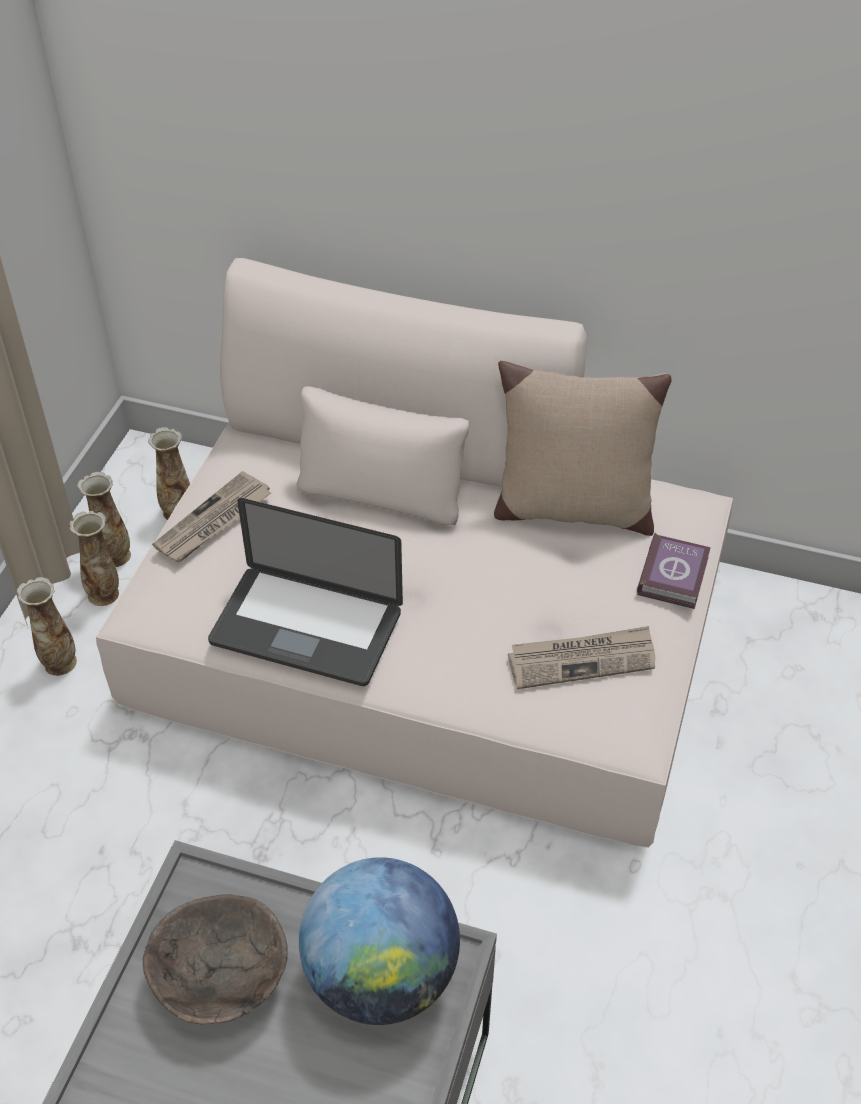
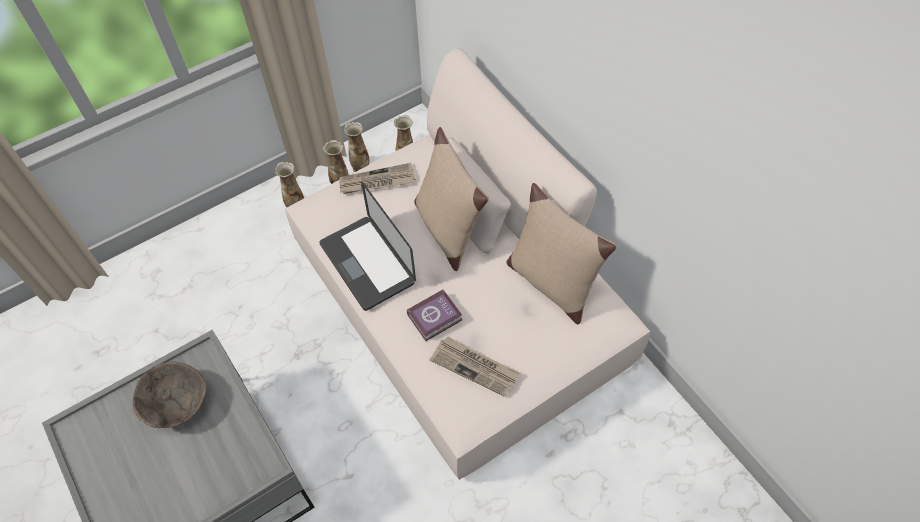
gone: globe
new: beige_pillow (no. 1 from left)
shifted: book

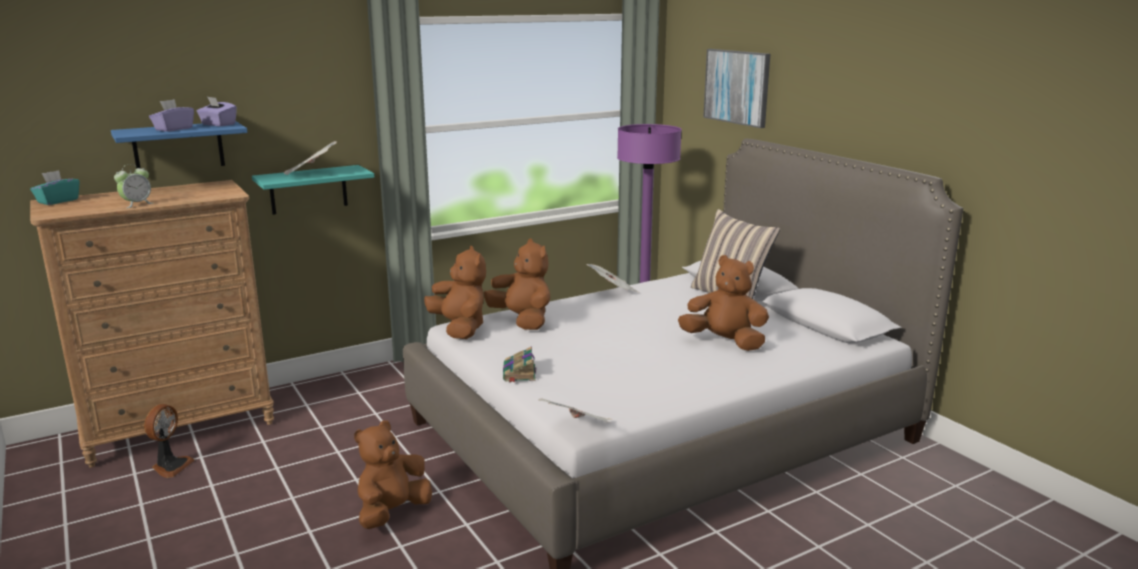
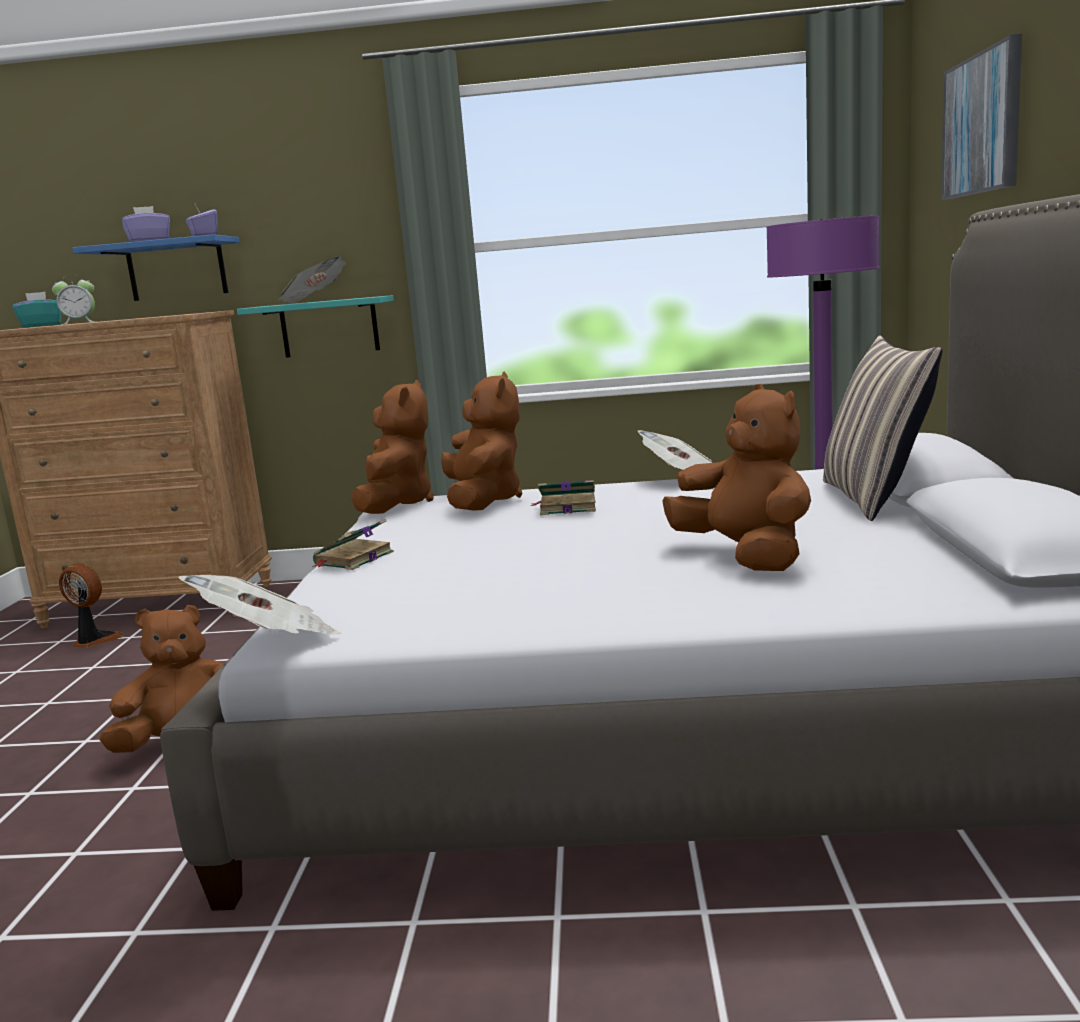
new: book (no. 2 from left)
rotated: fan 120 degrees counterclockwise

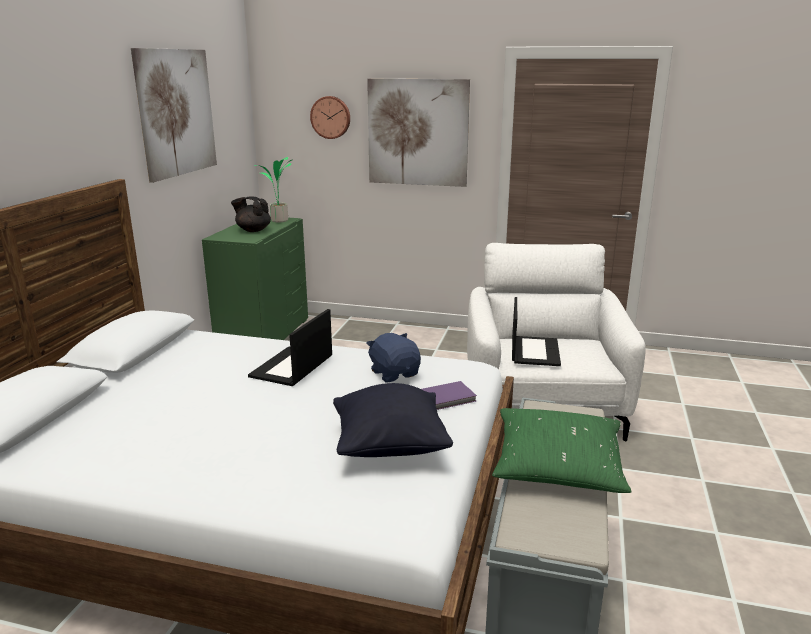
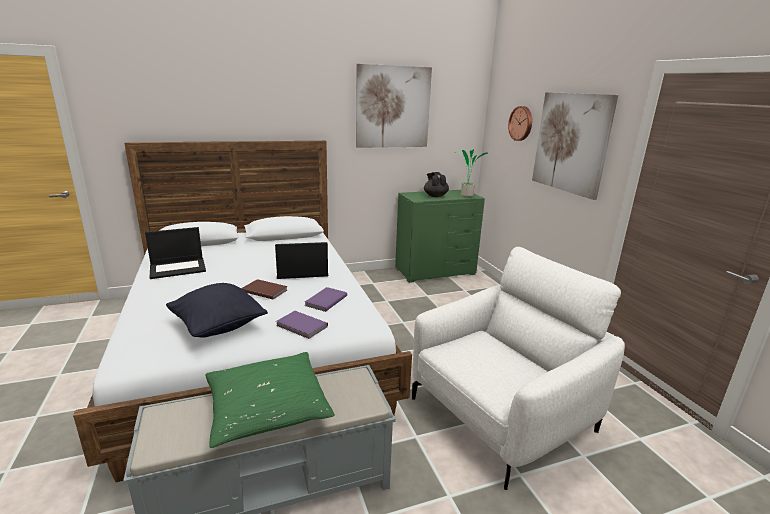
new: brown_book
shifted: laptop (no. 2 from left in the first image) to laptop (no. 1 from left)
swapped: blue_plush_toy to purple_book (no. 2 from left)

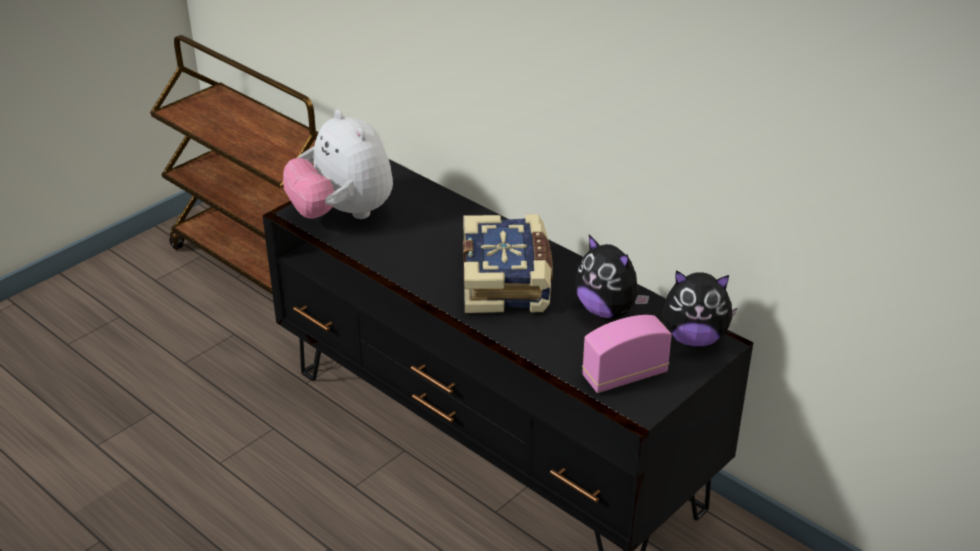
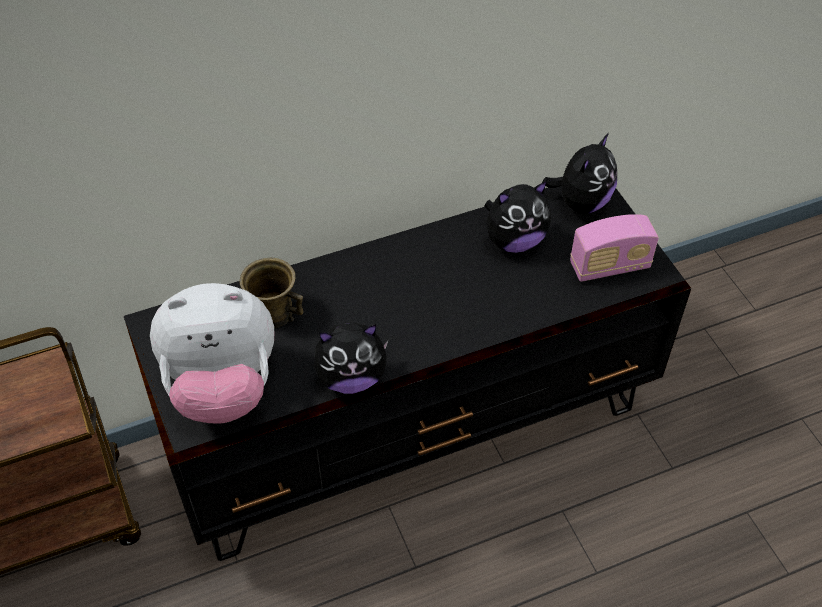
gone: book
new: brown_mug; plush_toy (no. 2 from left)
rotated: radio 105 degrees counterclockwise

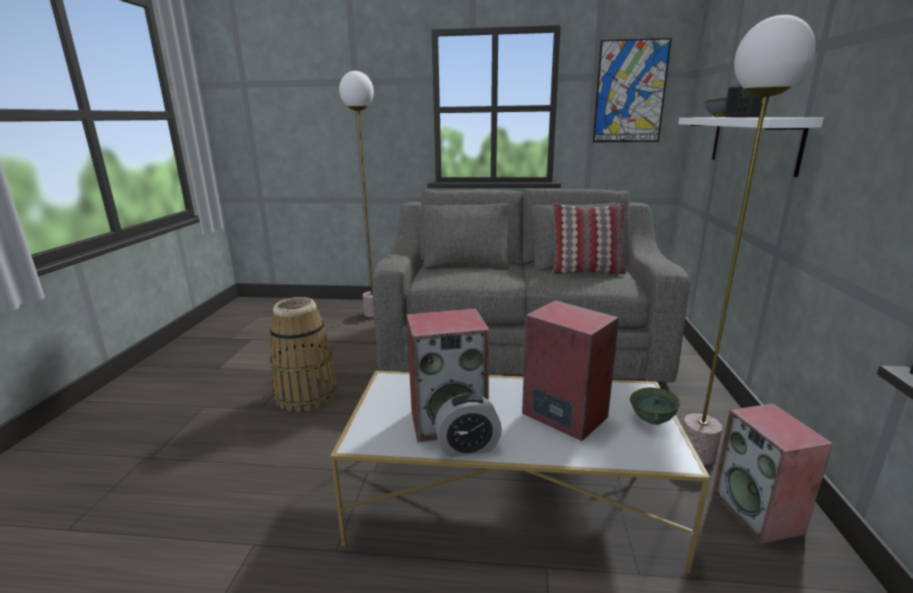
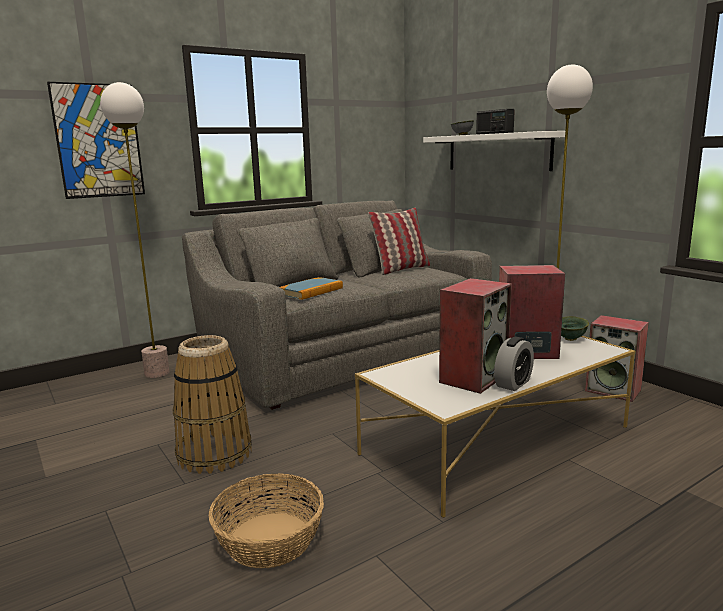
new: basket (no. 2 from left); book
shifted: picture

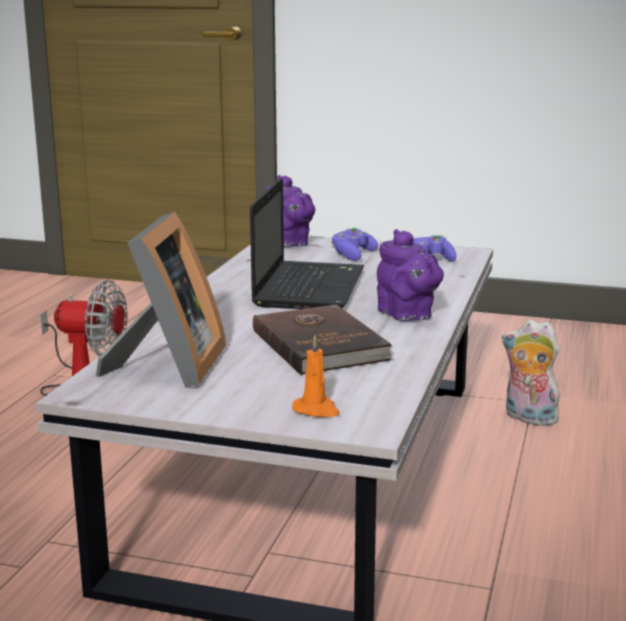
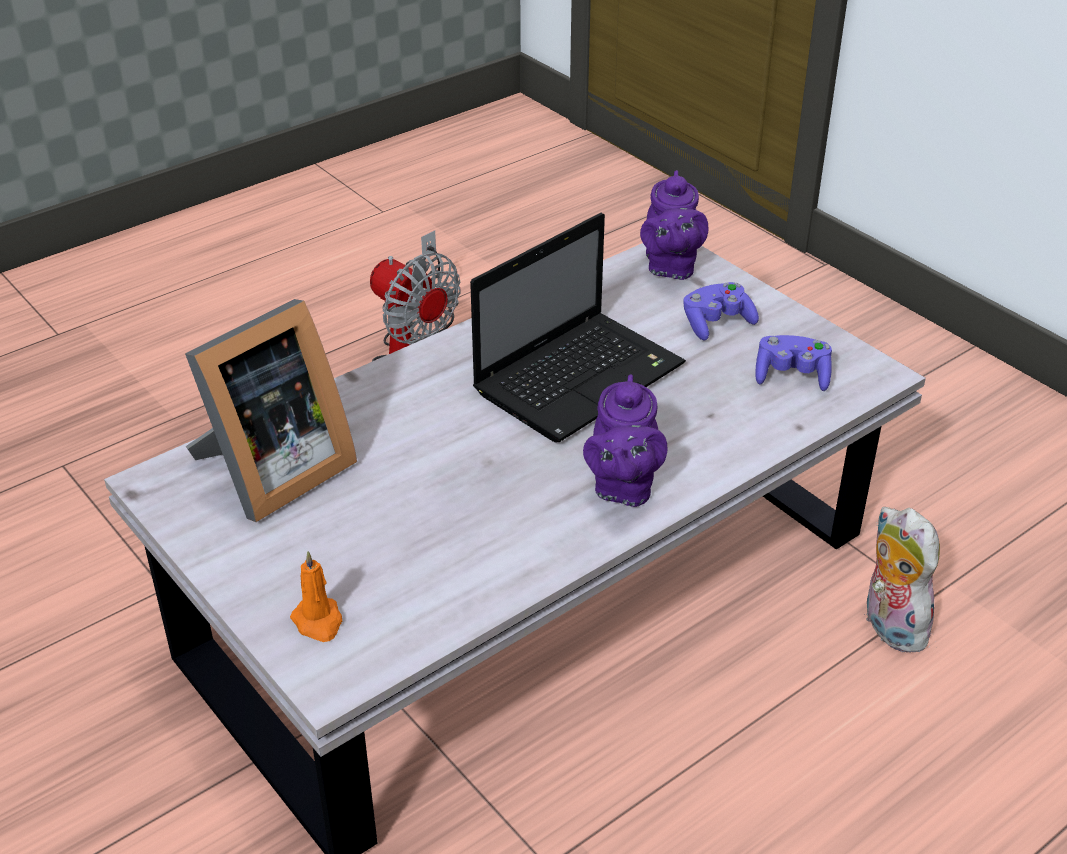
gone: brown_book

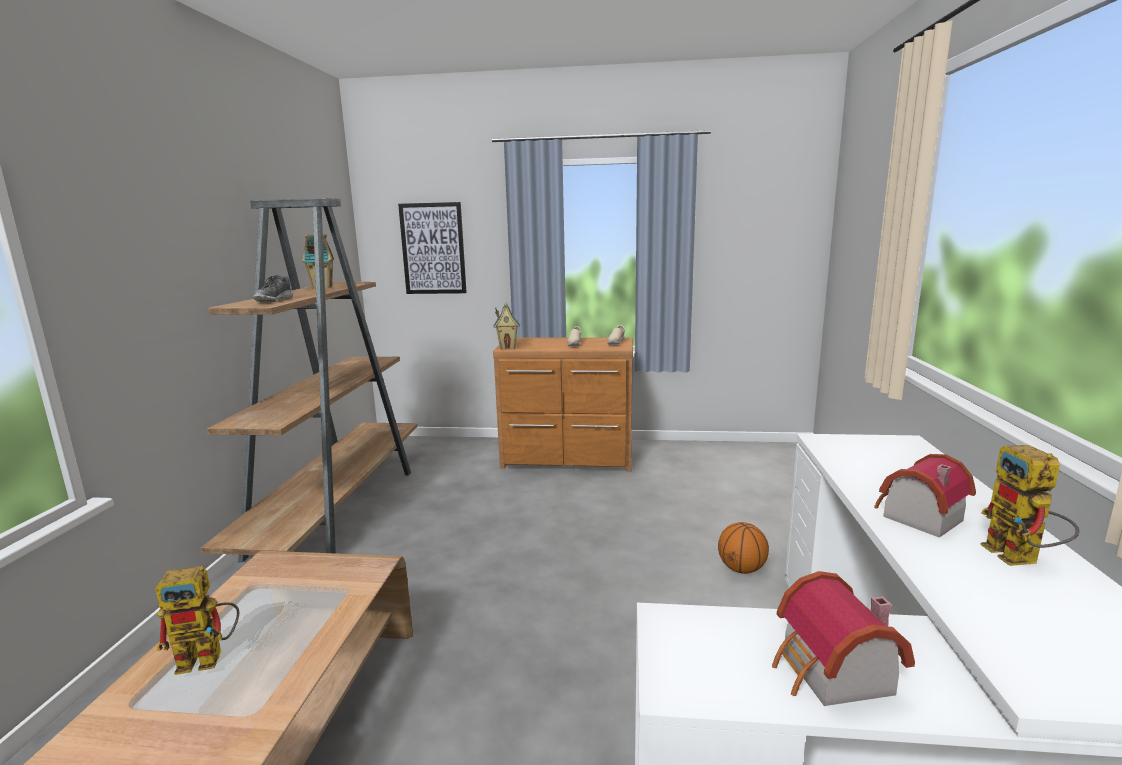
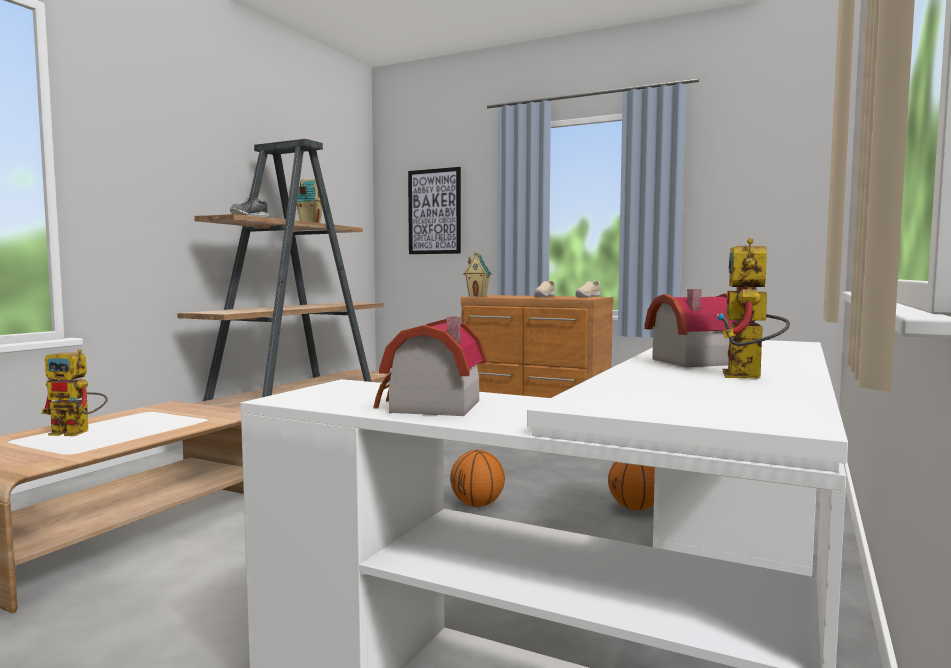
new: basketball (no. 1 from left)

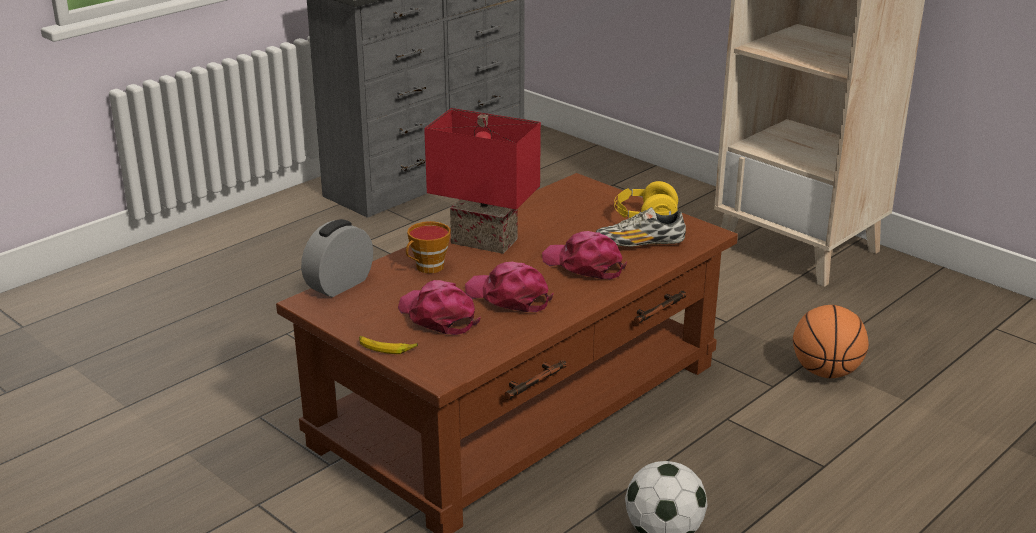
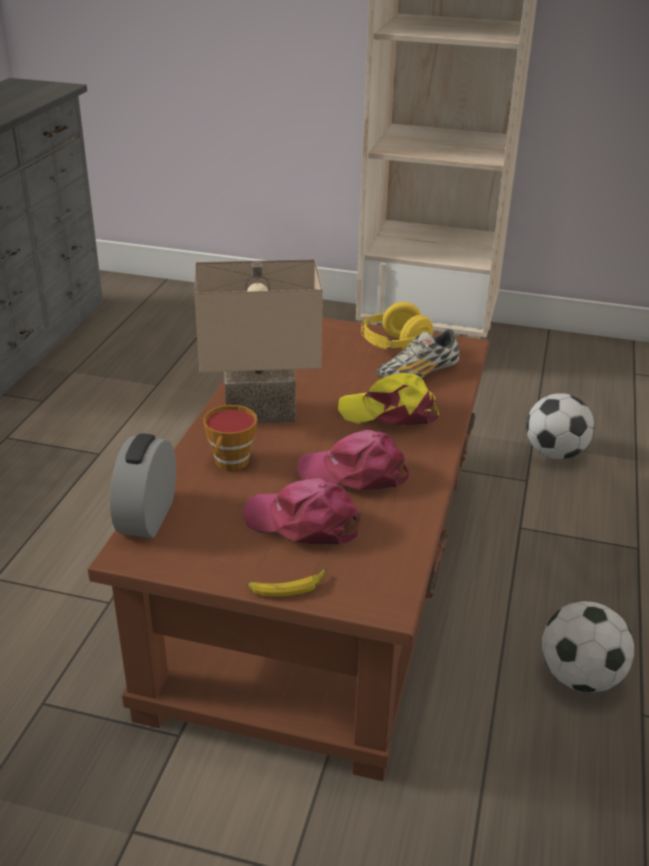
swapped: basketball to football (no. 1 from left)
repainted: red_table_lamp to beige_table_lamp; pink_cap (no. 3 from left) to yellow_cap

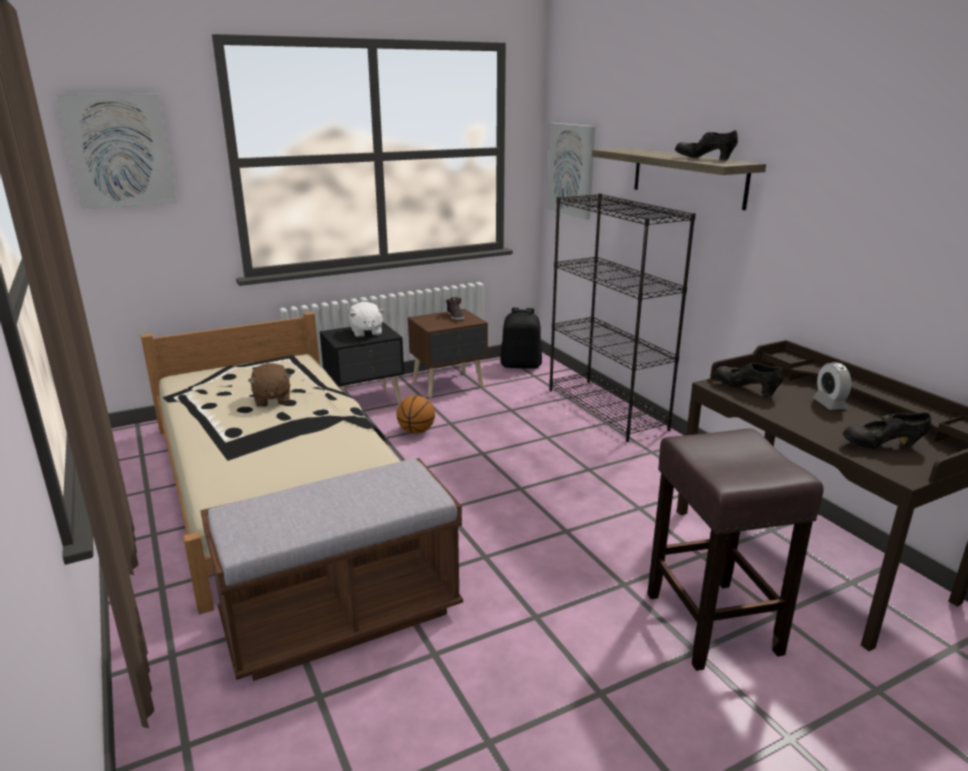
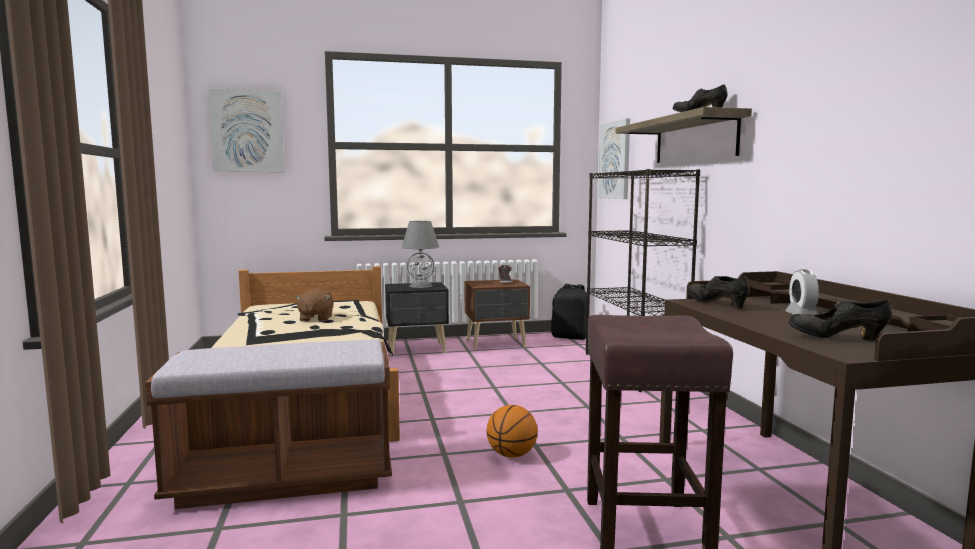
shifted: basketball
swapped: white_plush_toy to grey_table_lamp

